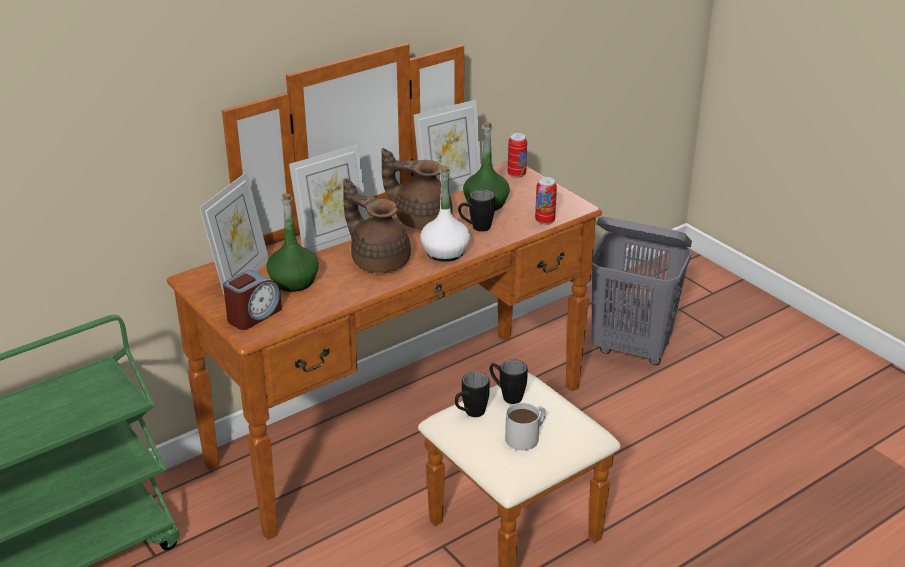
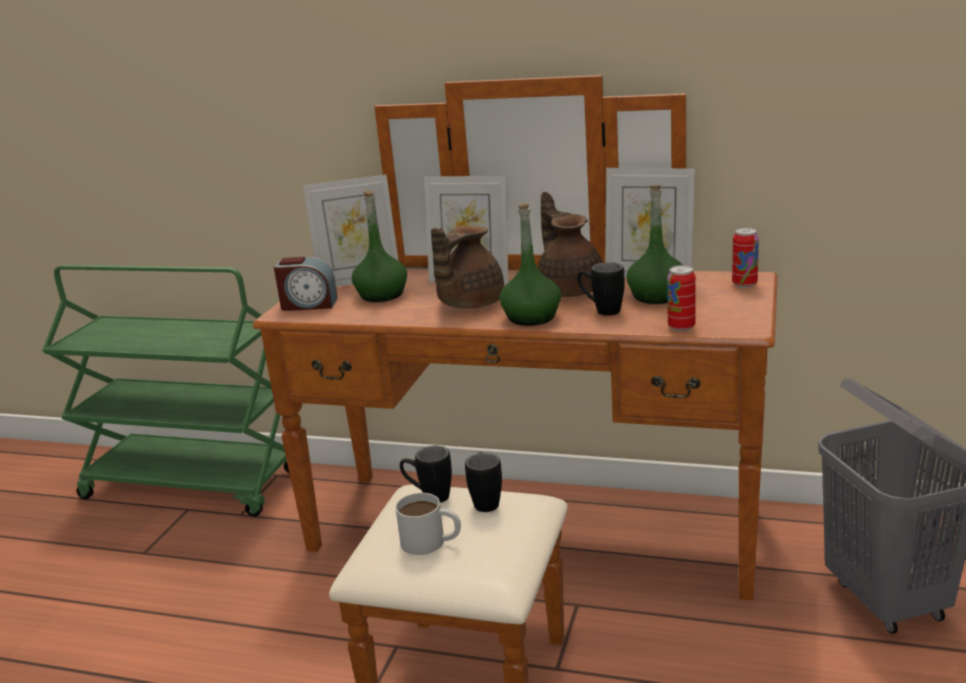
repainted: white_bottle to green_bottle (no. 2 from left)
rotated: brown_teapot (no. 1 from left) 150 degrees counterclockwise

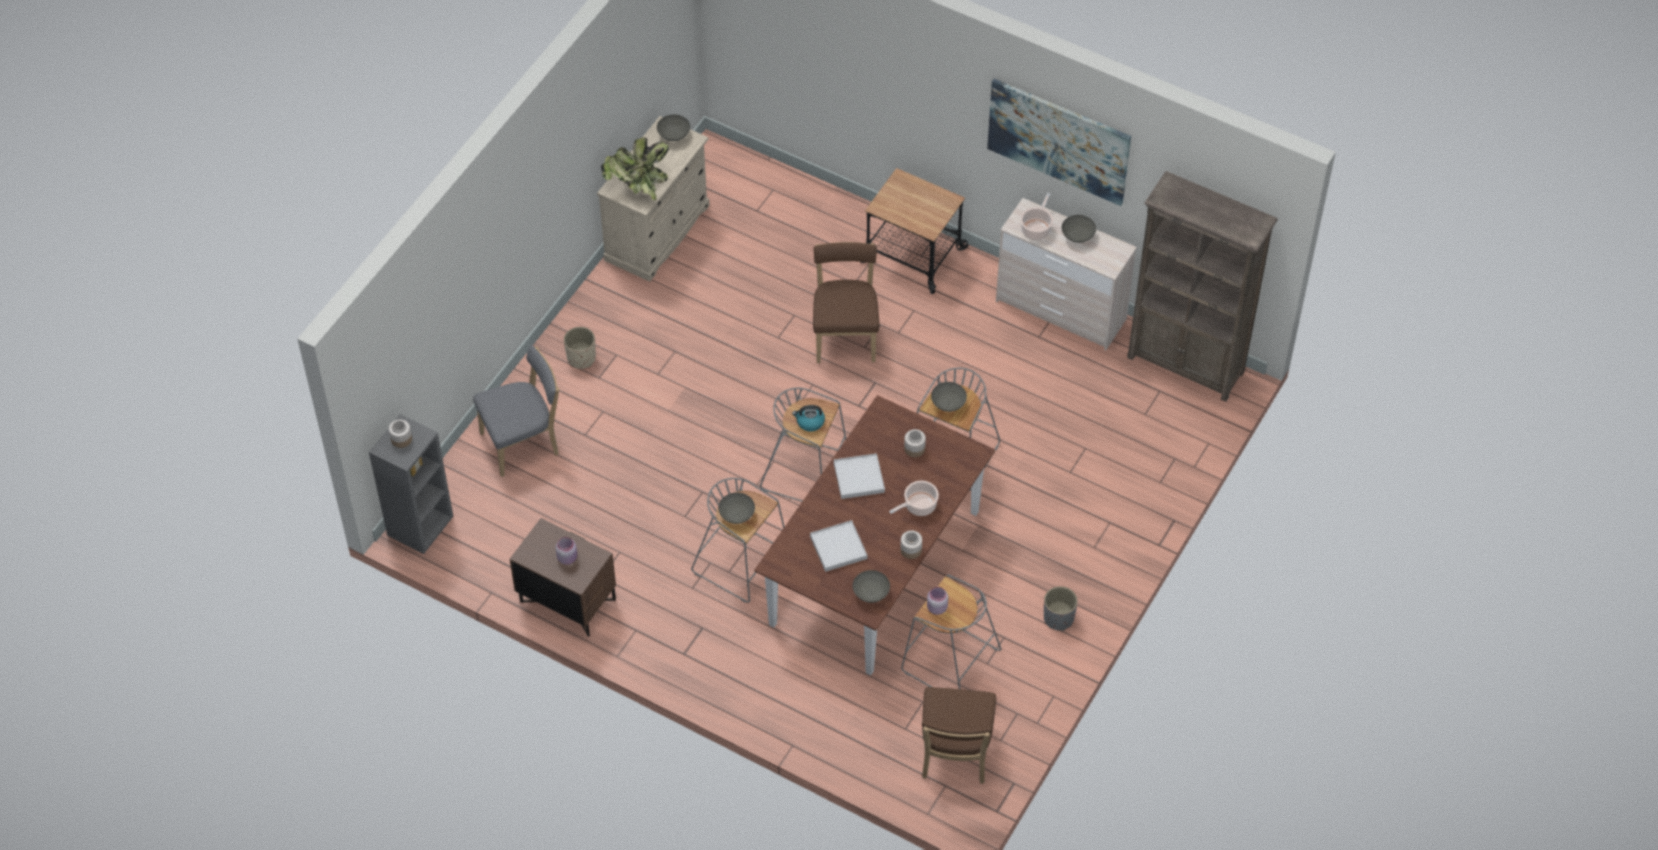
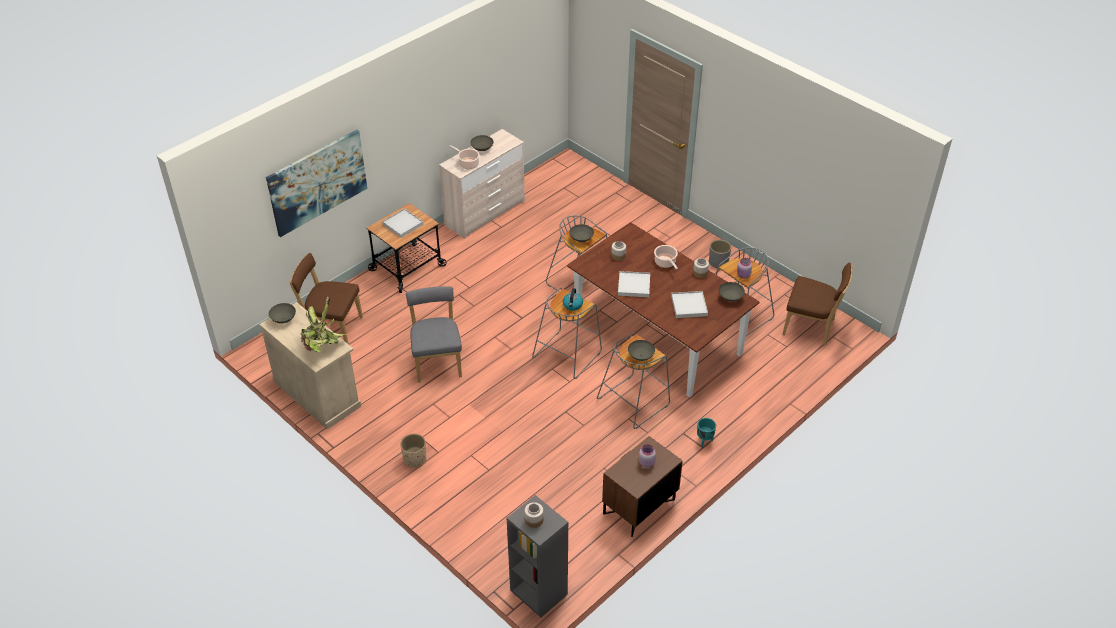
gone: brown_bookcase
new: white_tray (no. 1 from left); turquoise_planter
shifted: grey_chair; brown_chair (no. 1 from left); picture

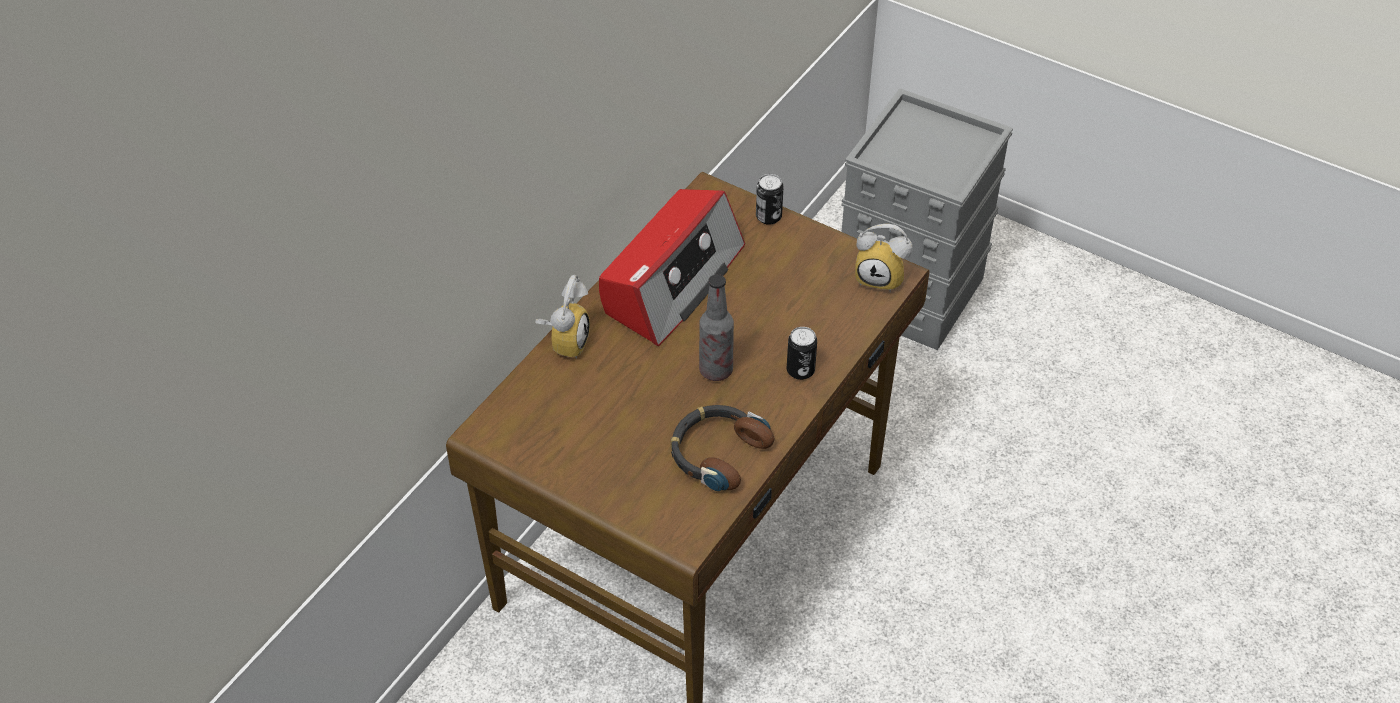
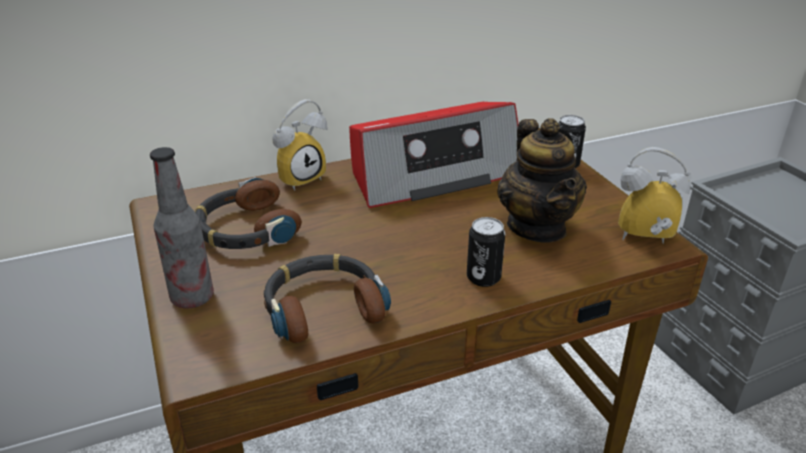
new: headphones (no. 1 from left); teapot
shifted: bottle
rotated: alarm_clock (no. 2 from left) 135 degrees clockwise

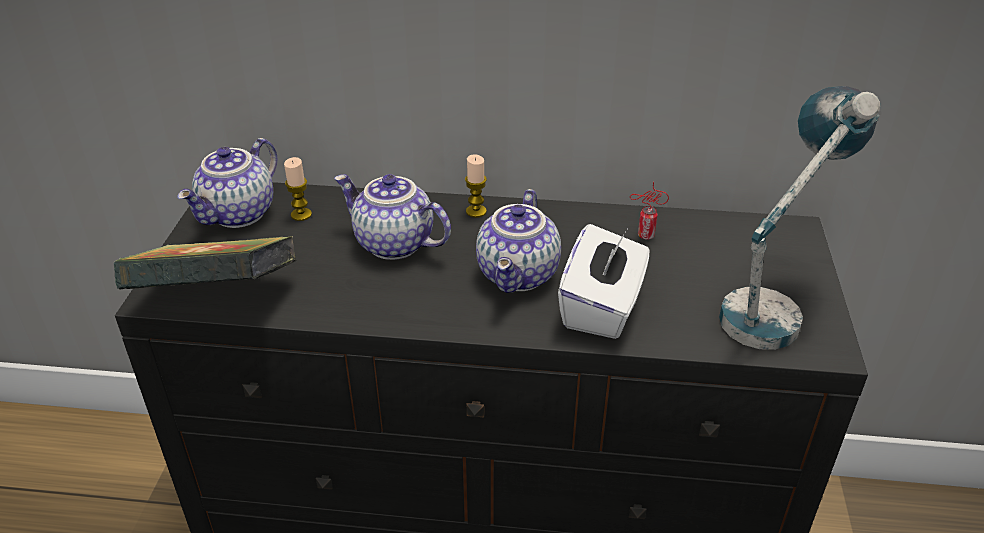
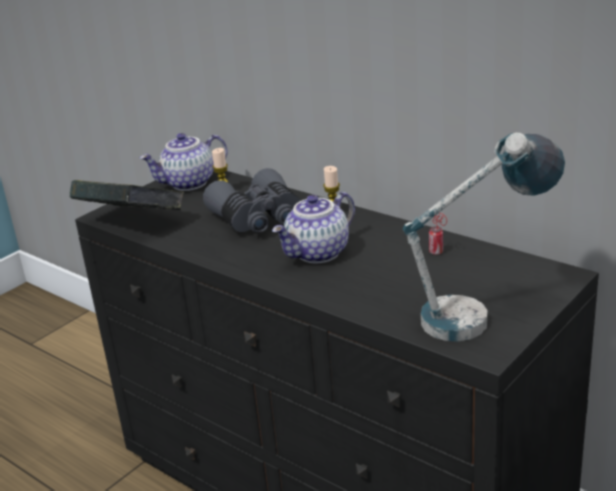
gone: white_tissue_box
swapped: teapot (no. 2 from left) to grey_binoculars

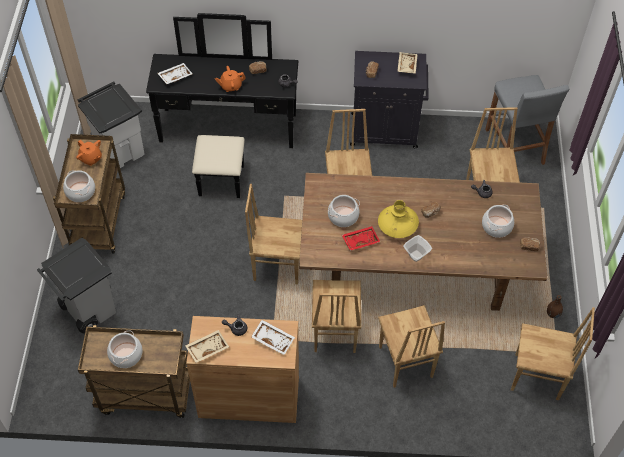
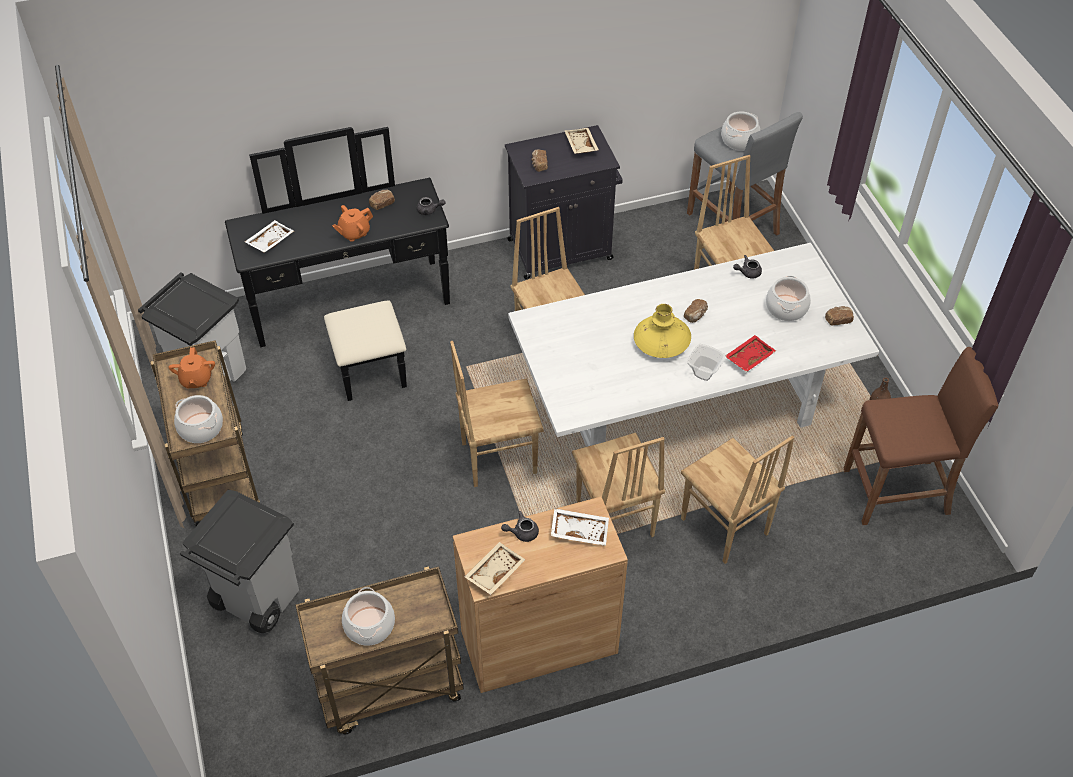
shifted: cooking_pot (no. 3 from left); red_tray
swapped: brown_chair (no. 6 from left) to brown_stool
repainted: brown_dining_table to white_dining_table
rotated: orange_teapot (no. 1 from left) 60 degrees clockwise

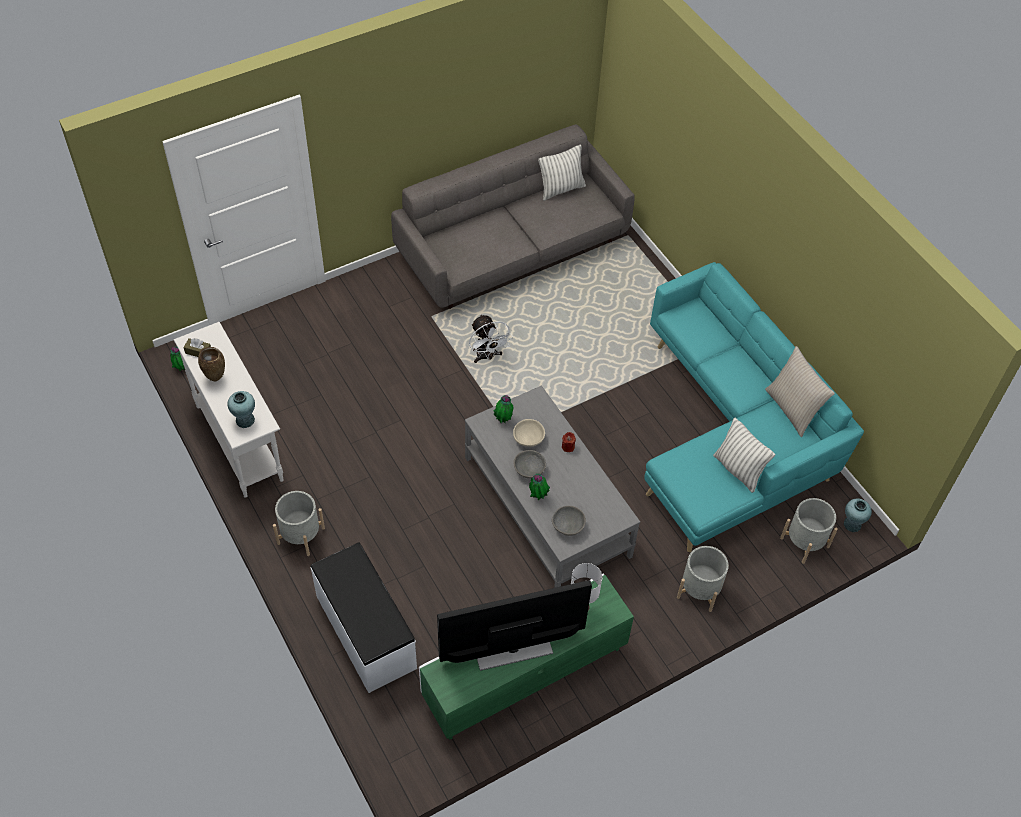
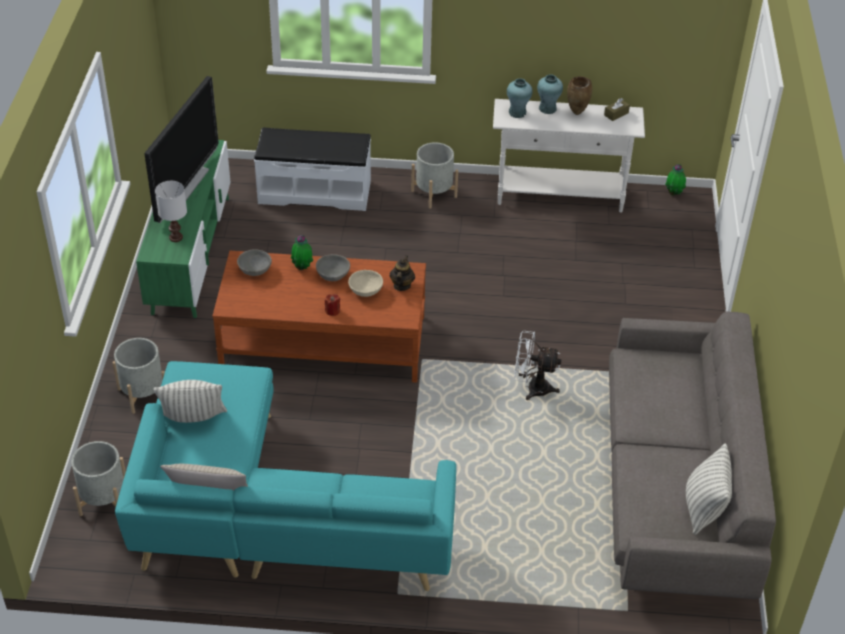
shifted: turquoise_vase (no. 2 from left)
swapped: potted_plant (no. 2 from left) to teapot
repainted: grey_coffee_table to brown_coffee_table

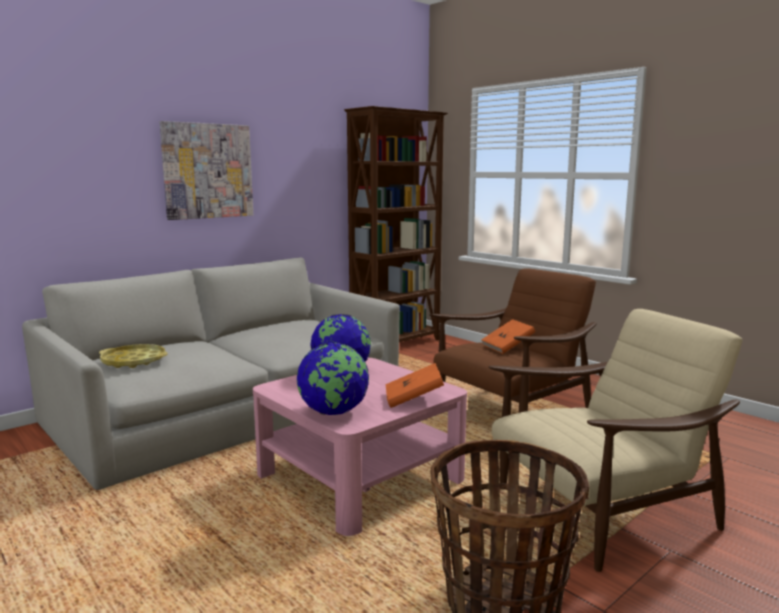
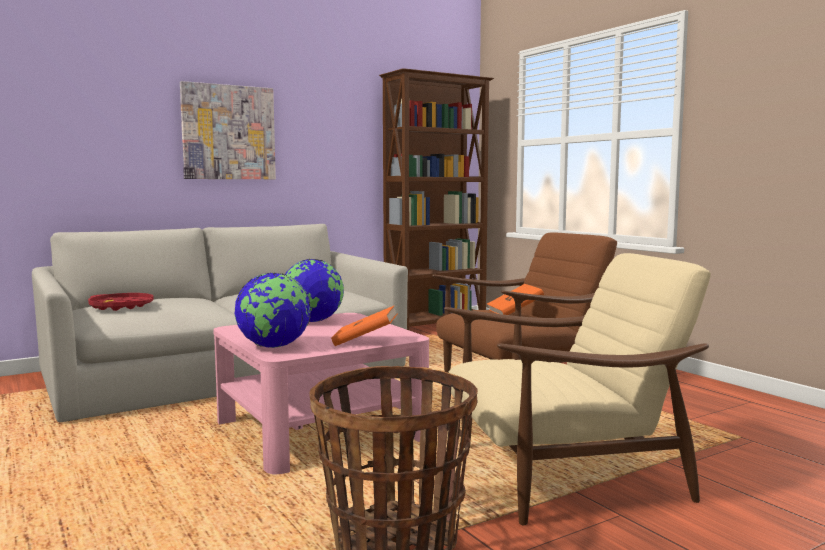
repainted: yellow_tray to red_tray

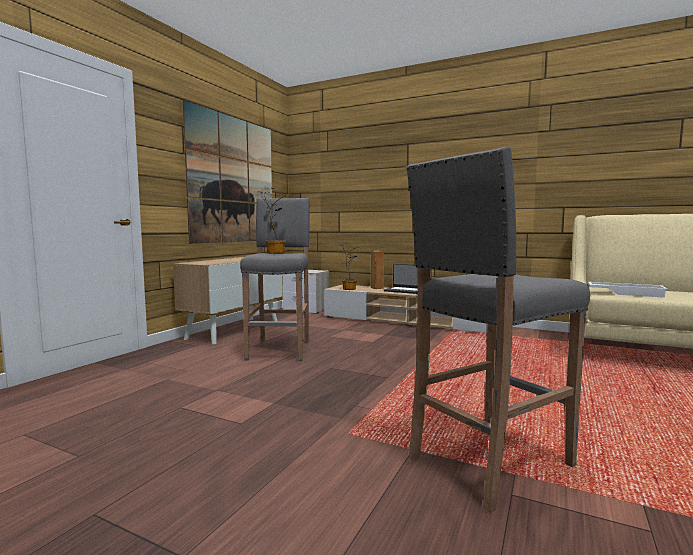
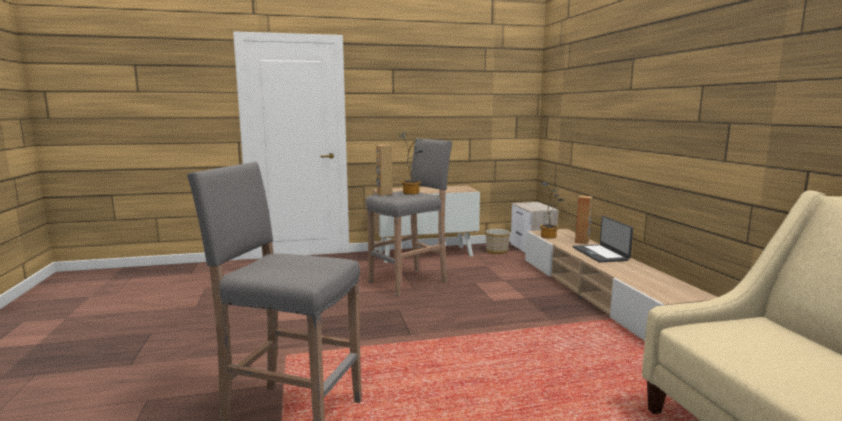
gone: picture; white_tray
new: brown_speaker (no. 1 from left); planter

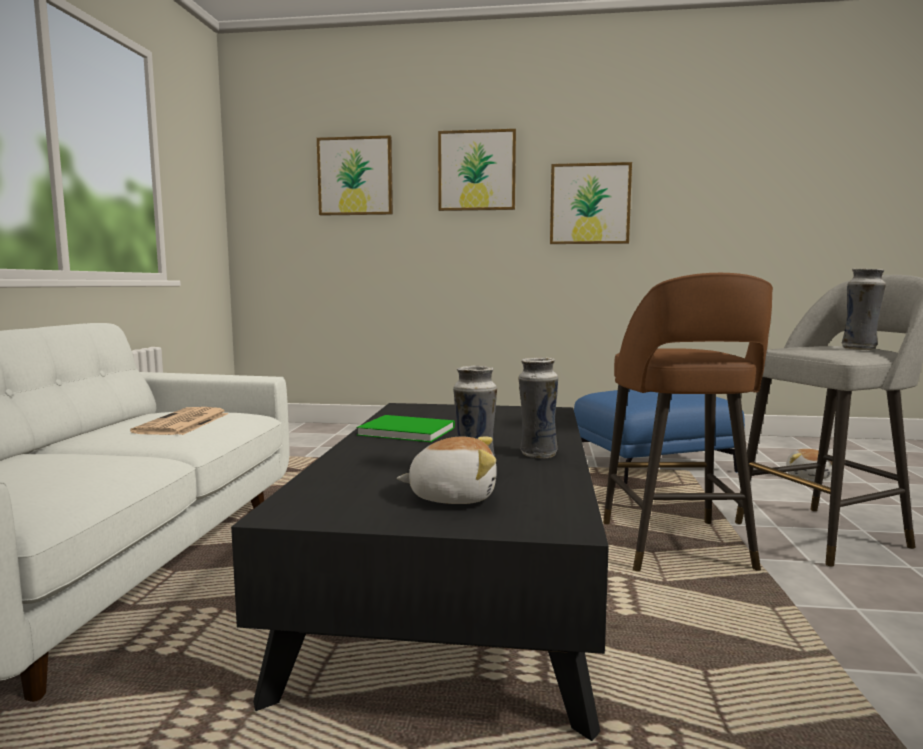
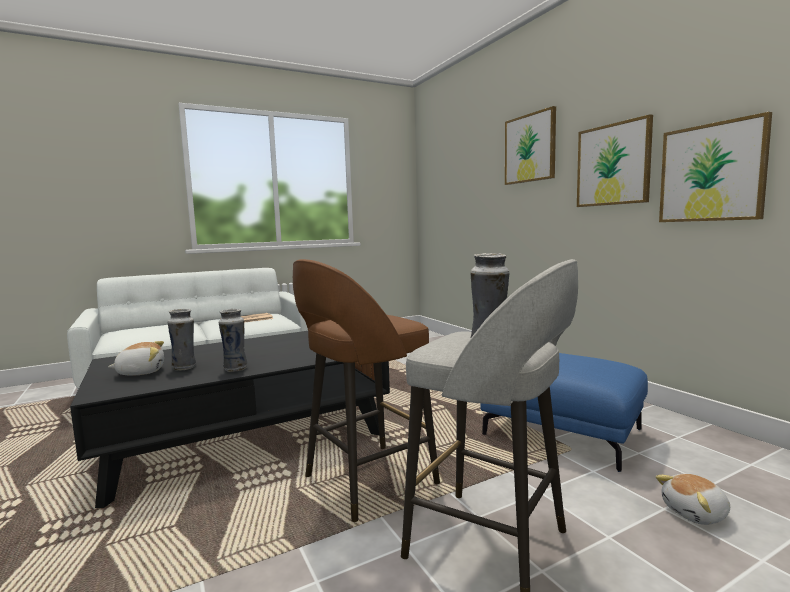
gone: green_book
shifted: picture (no. 1 from left in the first image) to picture (no. 3 from left)
rotated: plush_toy (no. 1 from left) 75 degrees counterclockwise

